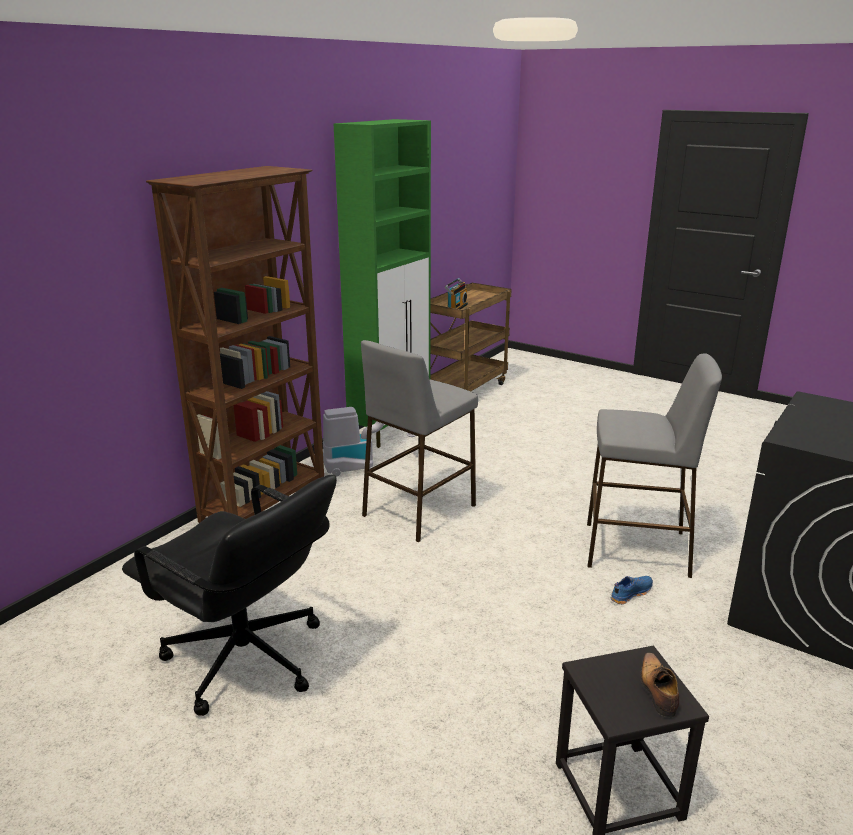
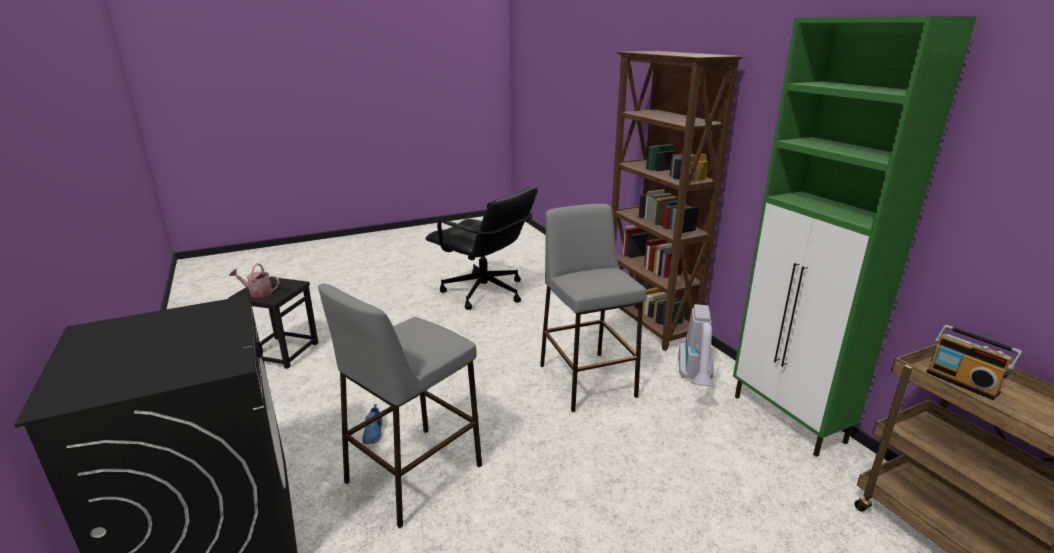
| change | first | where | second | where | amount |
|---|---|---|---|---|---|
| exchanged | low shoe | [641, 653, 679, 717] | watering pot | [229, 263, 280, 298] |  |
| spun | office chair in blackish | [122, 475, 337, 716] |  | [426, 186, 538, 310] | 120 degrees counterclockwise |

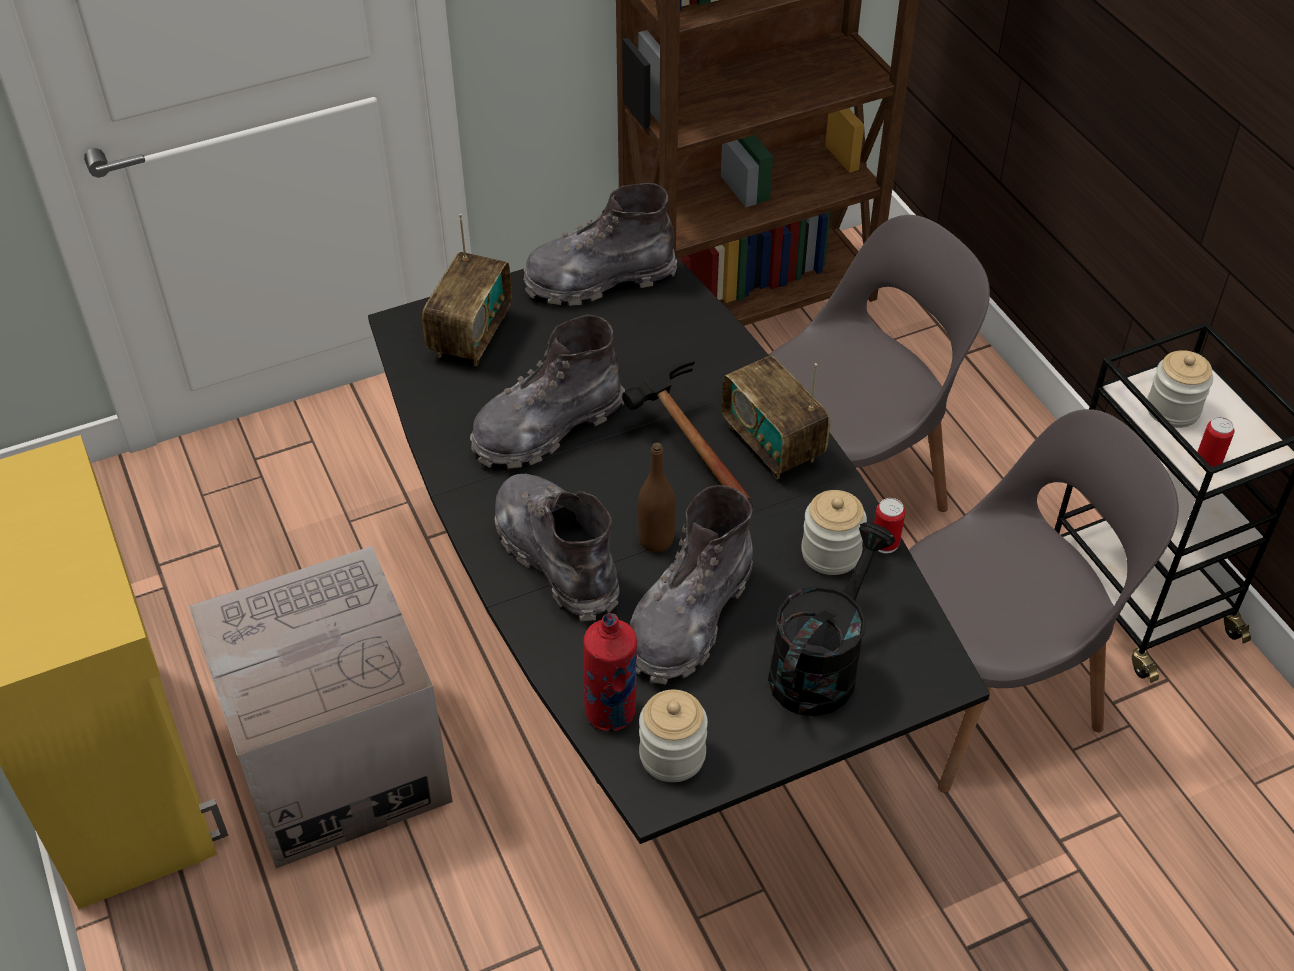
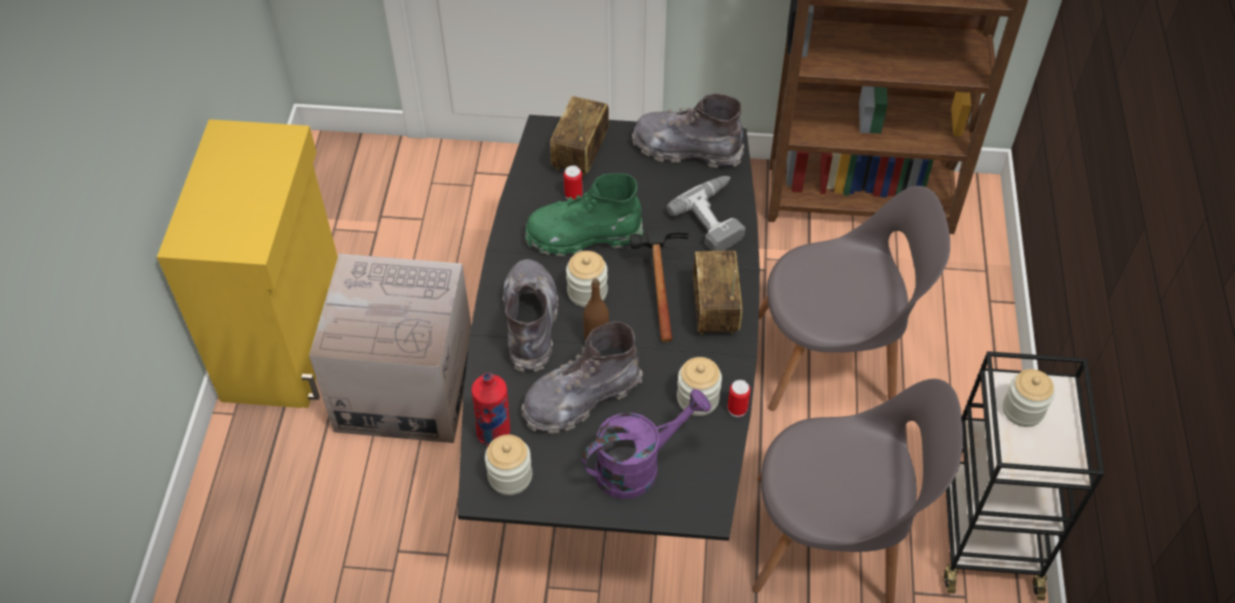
| change | first | where | second | where | amount |
|---|---|---|---|---|---|
| colour | boot in gray | [470, 315, 625, 469] | boot in greenish | [525, 173, 644, 257] |  |
| spun | radio set | [422, 214, 512, 366] |  | [550, 96, 609, 177] | 150 degrees clockwise |
| relocated | can | [1197, 417, 1235, 467] |  | [564, 165, 583, 199] |  |
| appeared |  |  | storage jar | [566, 251, 608, 307] |  |
| colour | watering pot in blackish | [768, 522, 895, 716] | watering pot in purple-coloured | [581, 389, 711, 499] |  |
| appeared |  |  | drill | [667, 176, 745, 251] |  |

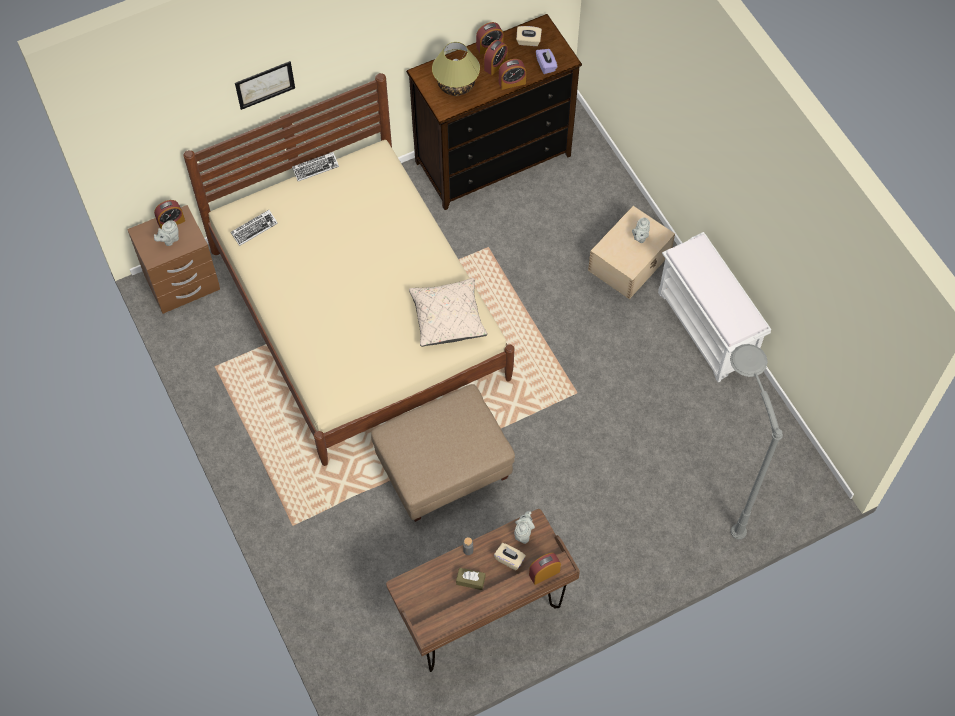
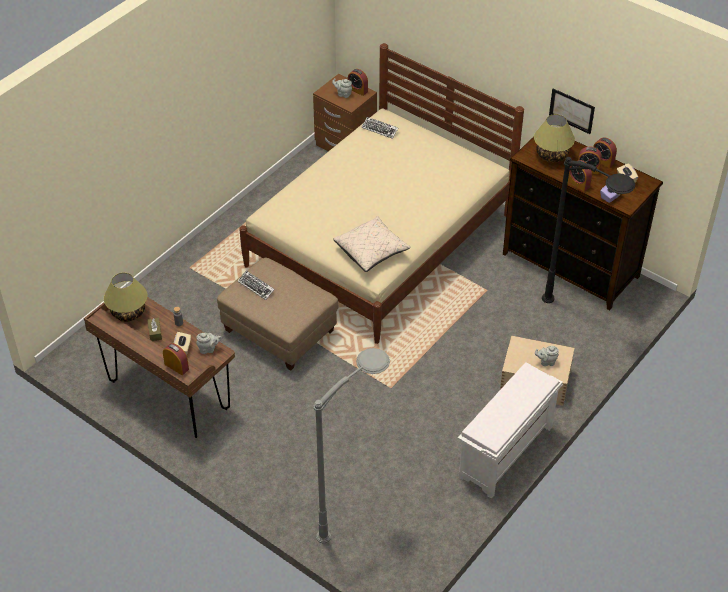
| change | first | where | second | where | amount |
|---|---|---|---|---|---|
| appeared |  |  | lamp for a table | [104, 273, 147, 322] |  |
| relocated | keyboard | [292, 152, 339, 181] |  | [238, 271, 275, 300] |  |
| appeared |  |  | standard lamp in blackish | [542, 157, 635, 303] |  |
| relocated | picture | [235, 61, 295, 110] |  | [549, 88, 595, 134] |  |

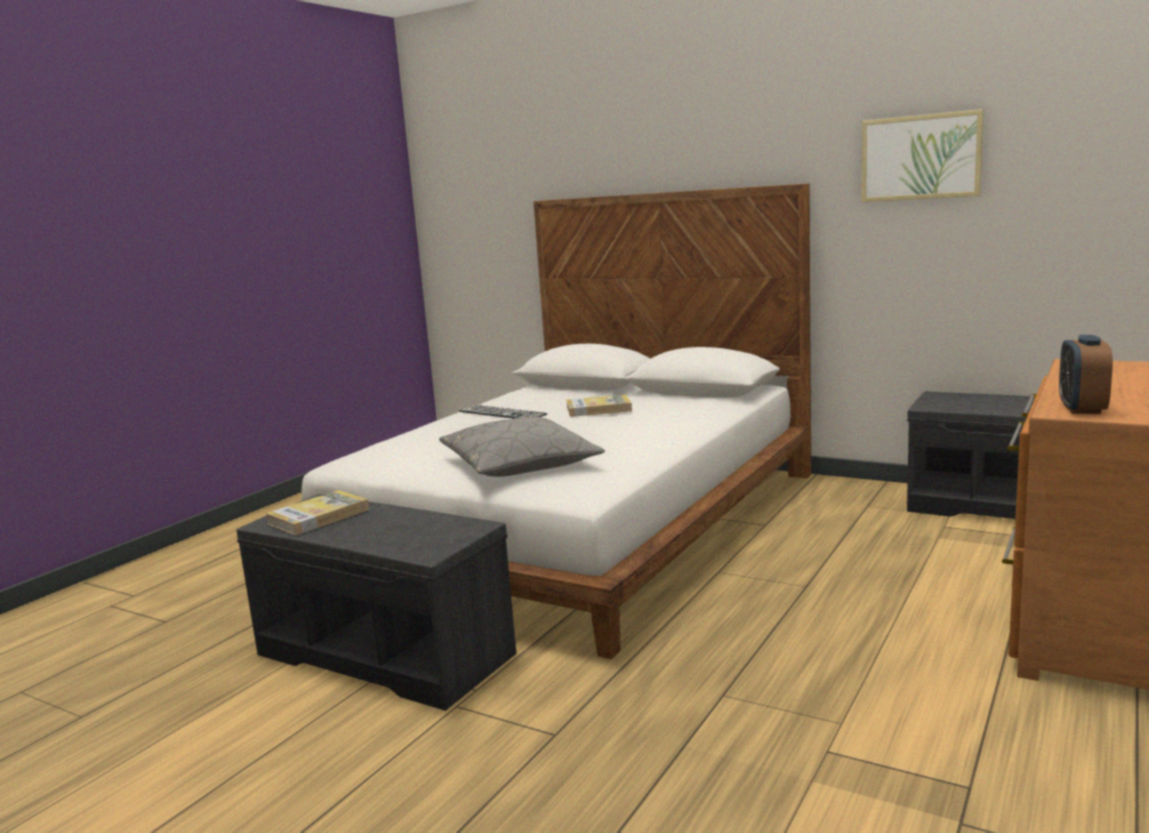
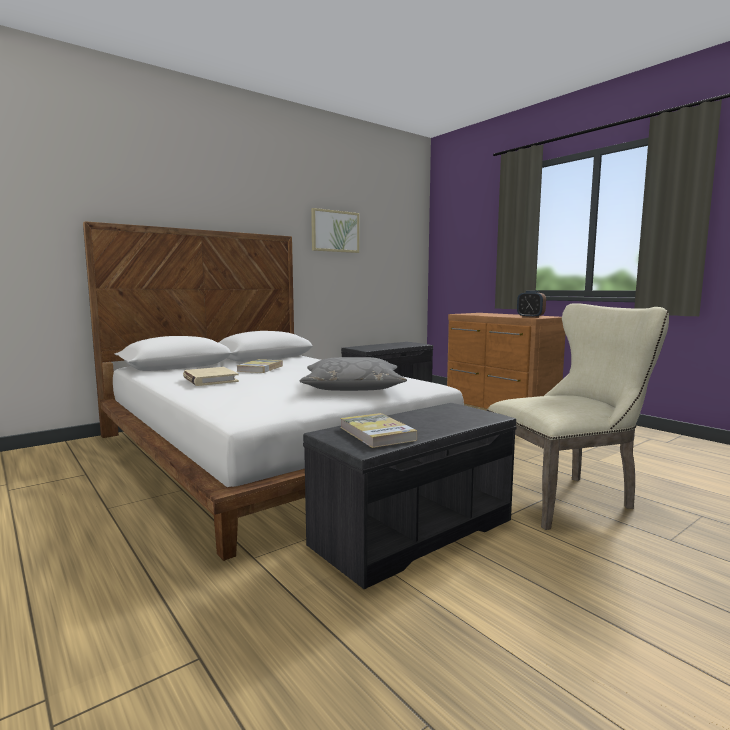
| change | first | where | second | where | amount |
|---|---|---|---|---|---|
| exchanged | keyboard | [459, 405, 548, 418] | book in sand-coloured | [183, 367, 239, 386] |  |
| appeared |  |  | upright chair in sand-coloured | [487, 303, 669, 530] |  |

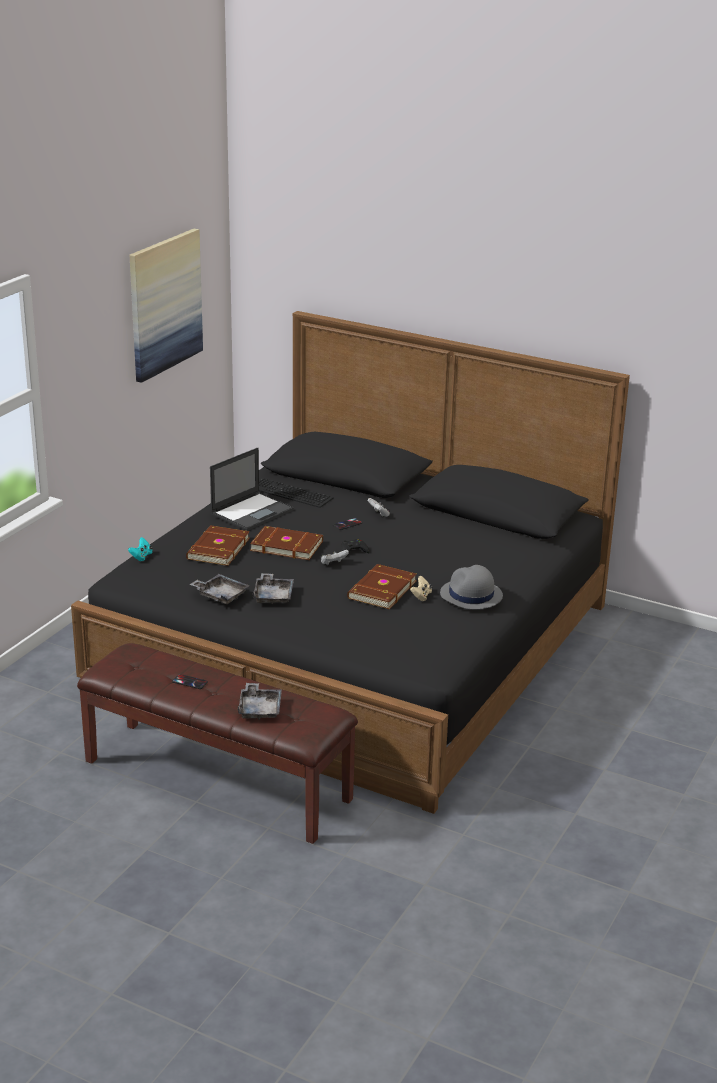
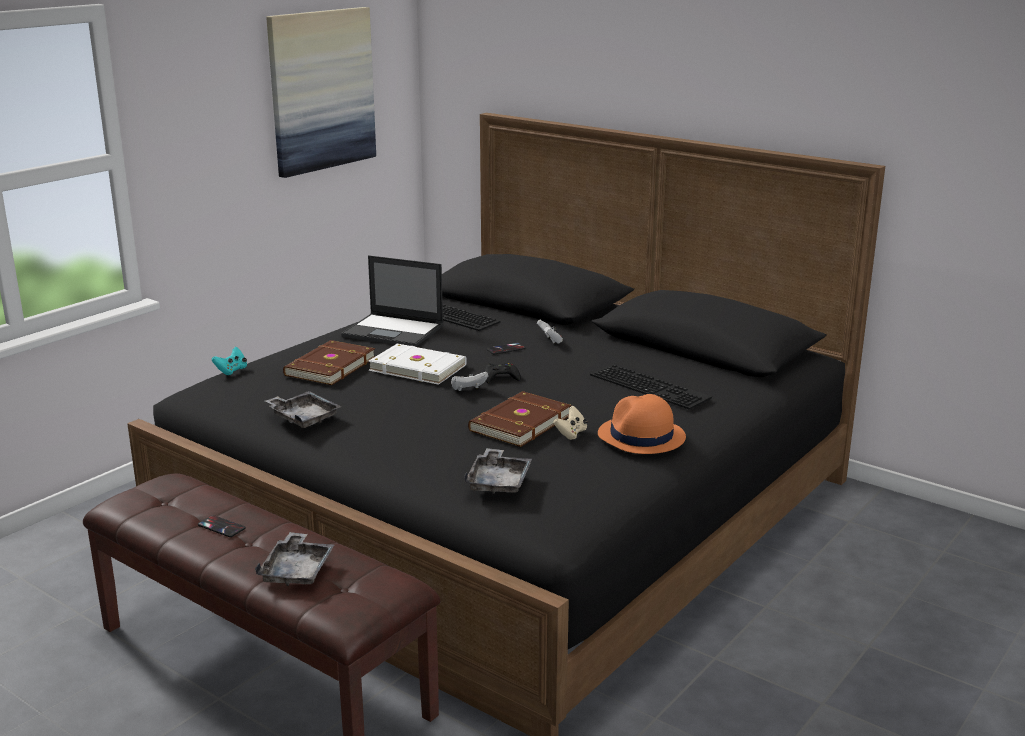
| change | first | where | second | where | amount |
|---|---|---|---|---|---|
| spun | laptop | [210, 448, 294, 531] |  | [341, 255, 444, 347] | 60 degrees clockwise |
| colour | book in brown-coloured | [250, 526, 323, 560] | book in white | [368, 343, 467, 385] |  |
| relocated | serving tray in gray | [253, 573, 294, 604] |  | [464, 448, 532, 494] |  |
| appeared |  |  | keyboard | [590, 364, 712, 410] |  |
| colour | hat in gray | [440, 565, 503, 609] | hat in orange-coloured | [598, 394, 686, 454] |  |

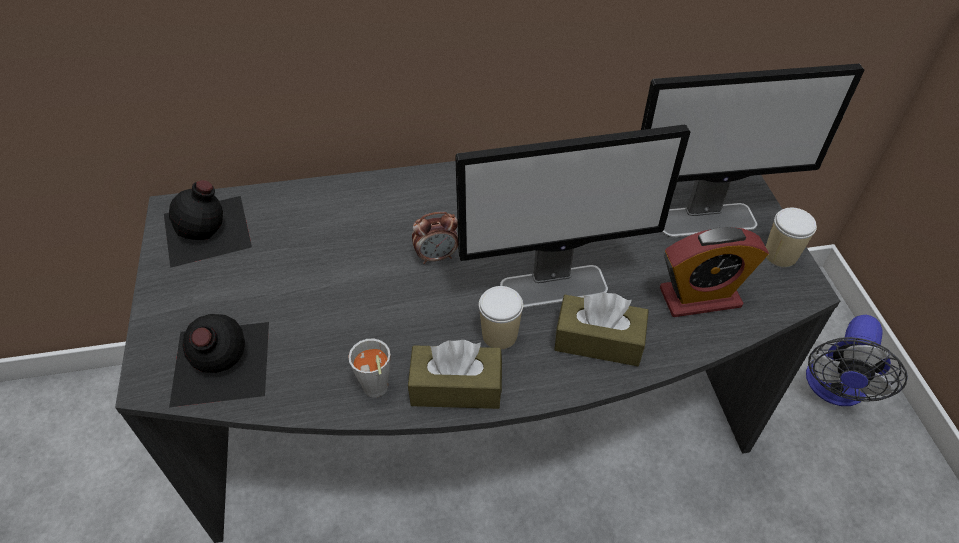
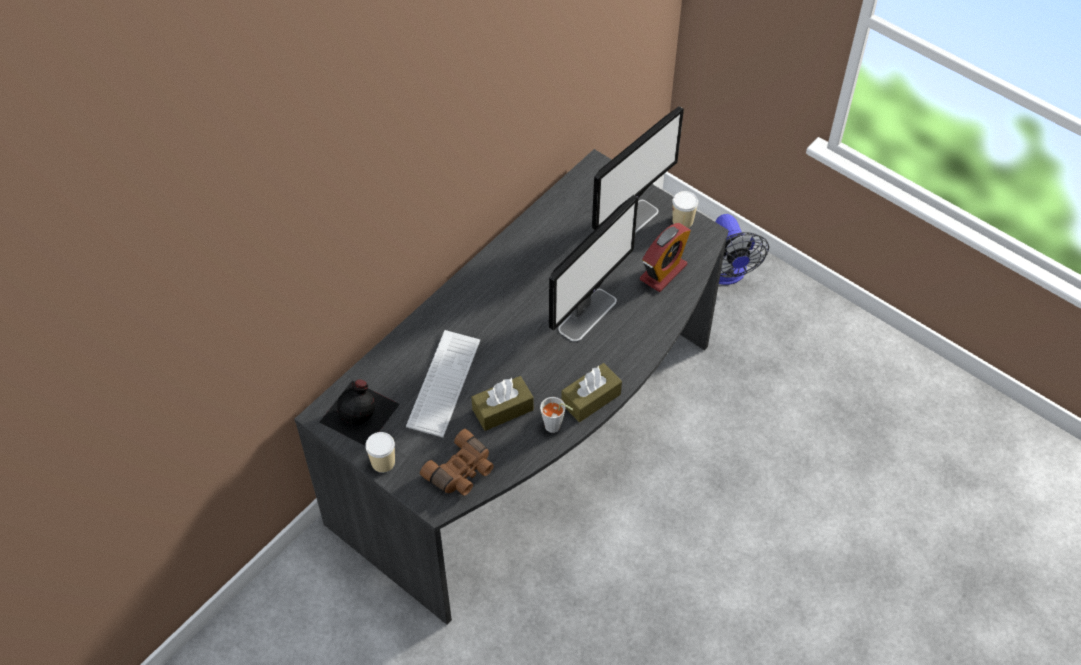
| change | first | where | second | where | amount |
|---|---|---|---|---|---|
| relocated | drinking cup | [479, 286, 523, 350] |  | [365, 432, 395, 473] |  |
| appeared |  |  | keyboard | [406, 330, 480, 437] |  |
| exchanged | bottle in blackish | [169, 314, 269, 407] | field glasses in brown-coloured | [420, 429, 494, 496] |  |
| relocated | tissue holder in brown-coloured | [554, 292, 649, 366] |  | [471, 376, 534, 431] |  |
| missing | alarm clock | [412, 212, 458, 264] |  |  |  |

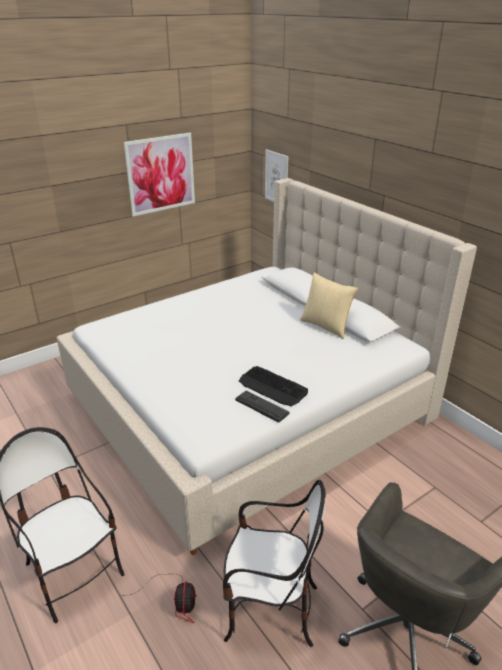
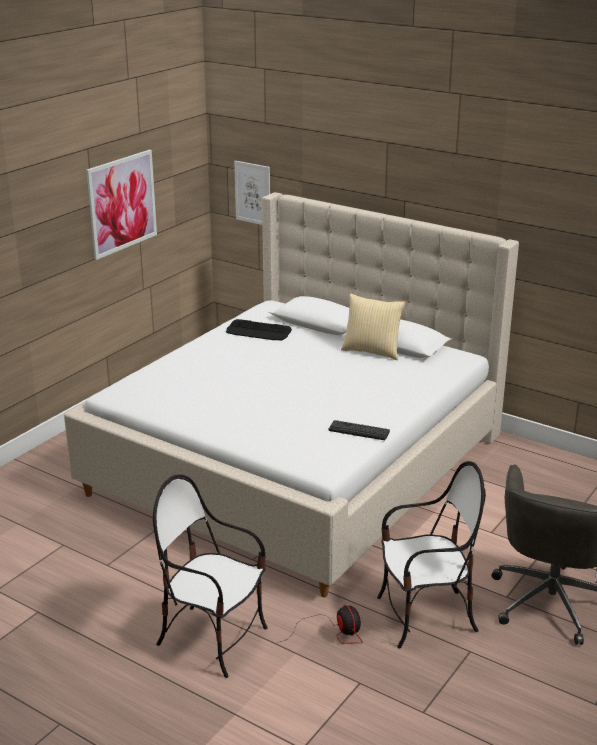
| change | first | where | second | where | amount |
|---|---|---|---|---|---|
| relocated | keyboard | [239, 366, 308, 406] |  | [226, 319, 292, 340] |  |

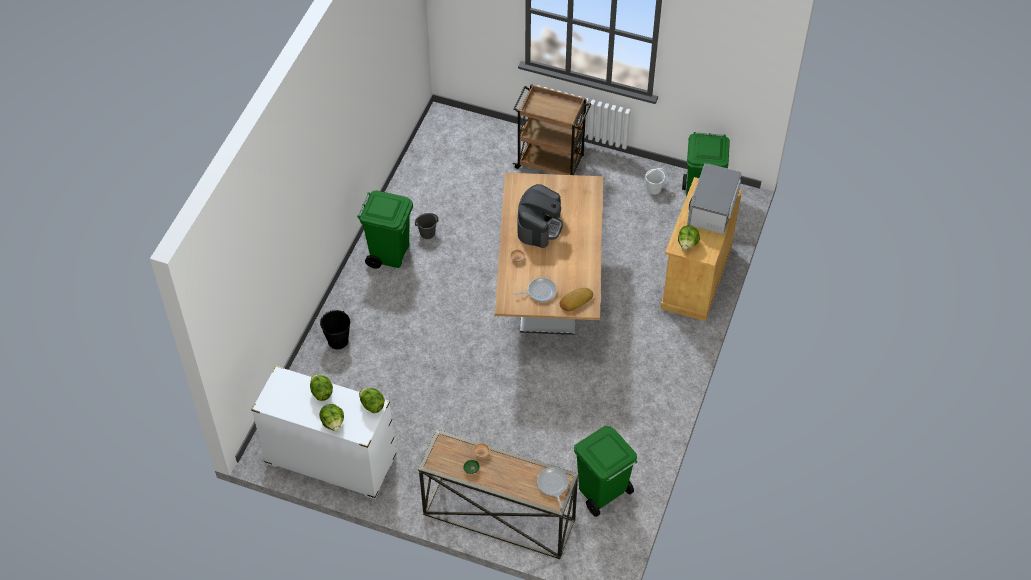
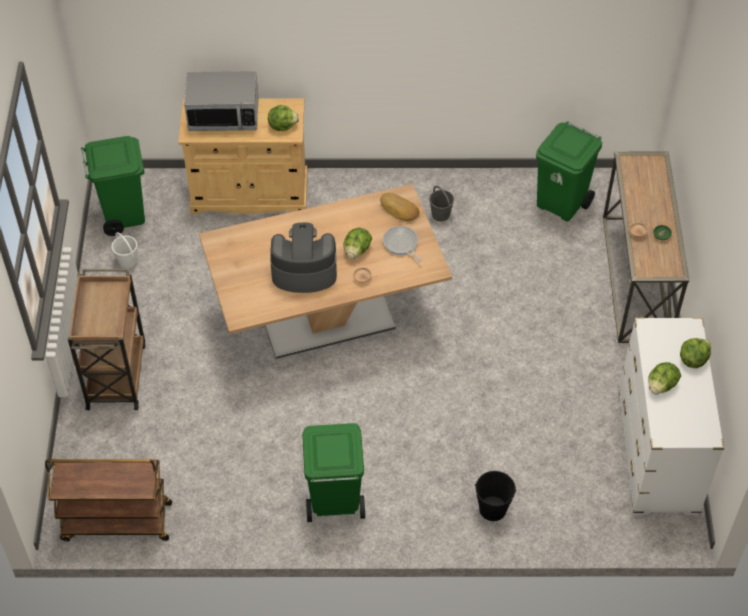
| change | first | where | second | where | amount |
|---|---|---|---|---|---|
| appeared |  |  | trolley in brown-coloured | [45, 459, 172, 541] |  |
| relocated | lettuce head | [359, 388, 384, 413] |  | [344, 228, 372, 259] |  |
| relocated | pail in gray | [415, 213, 439, 239] |  | [429, 186, 454, 222] |  |
| missing | pan | [537, 467, 568, 508] |  |  |  |

